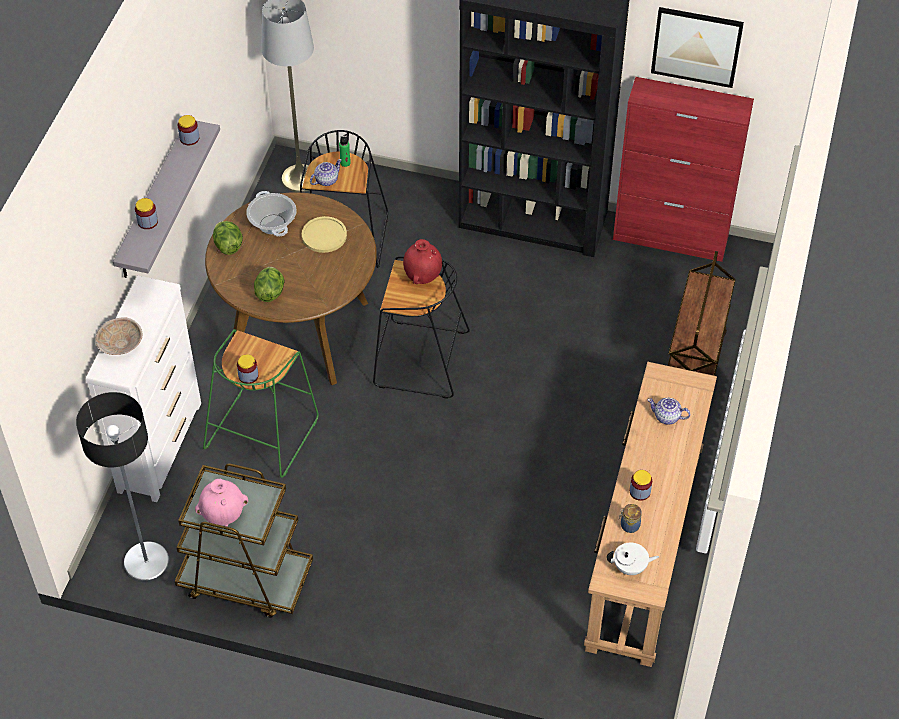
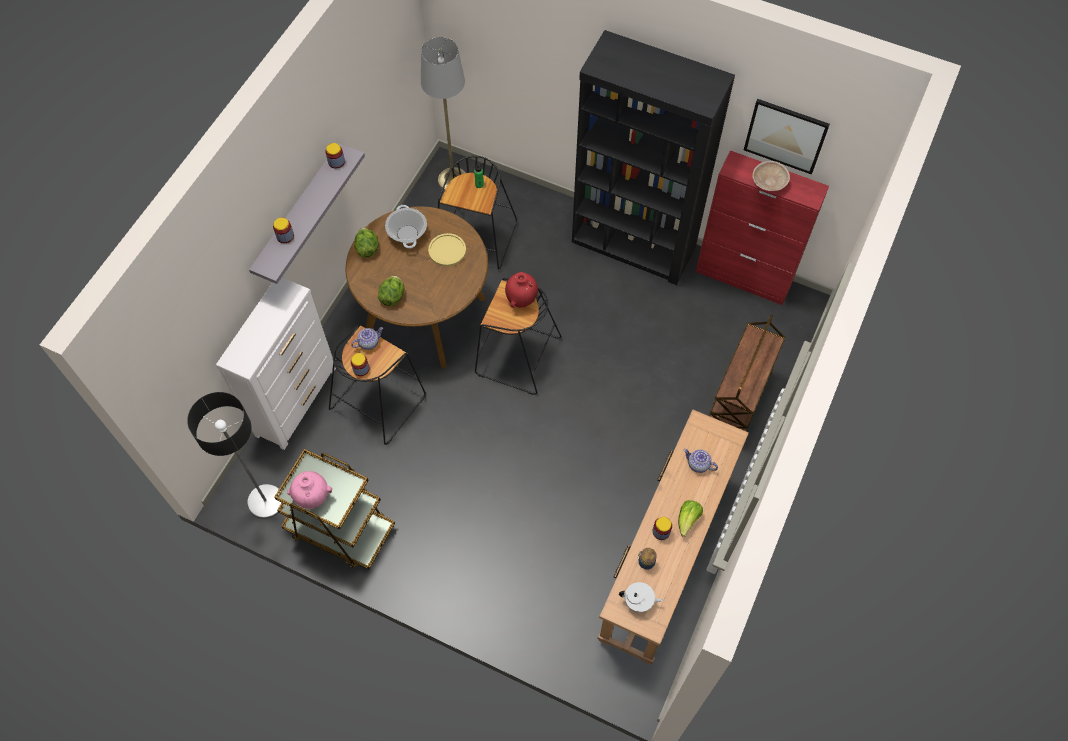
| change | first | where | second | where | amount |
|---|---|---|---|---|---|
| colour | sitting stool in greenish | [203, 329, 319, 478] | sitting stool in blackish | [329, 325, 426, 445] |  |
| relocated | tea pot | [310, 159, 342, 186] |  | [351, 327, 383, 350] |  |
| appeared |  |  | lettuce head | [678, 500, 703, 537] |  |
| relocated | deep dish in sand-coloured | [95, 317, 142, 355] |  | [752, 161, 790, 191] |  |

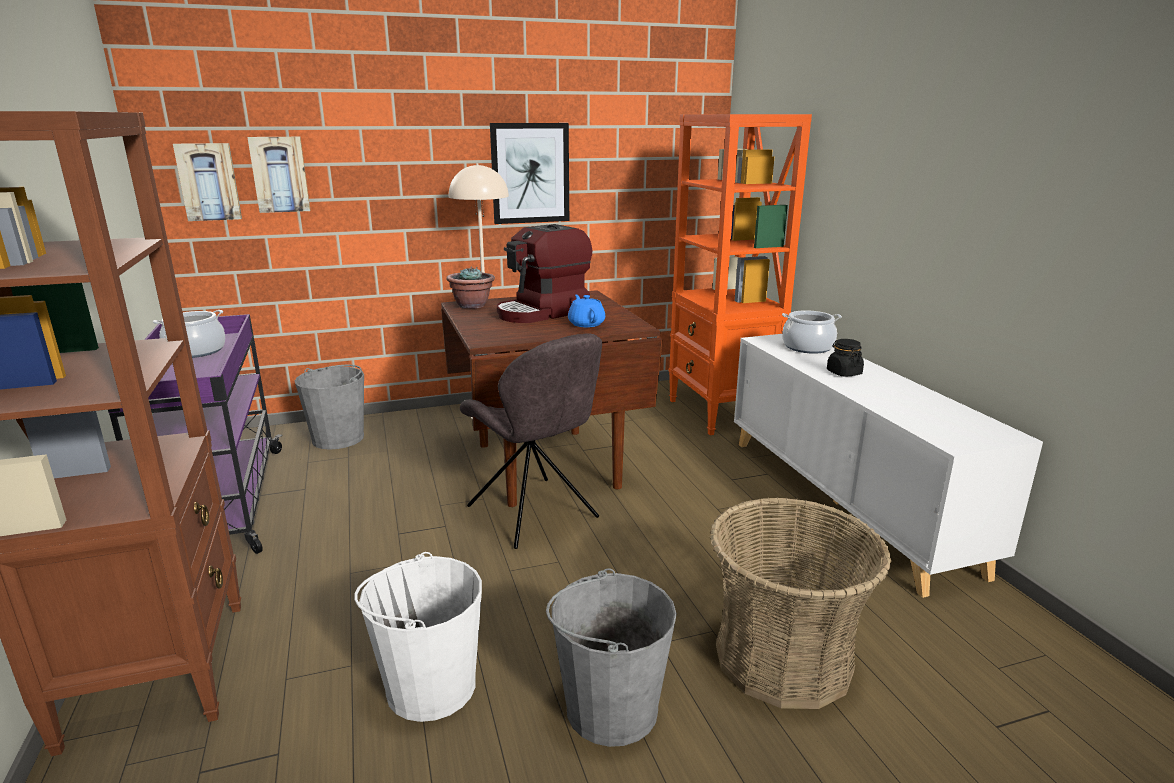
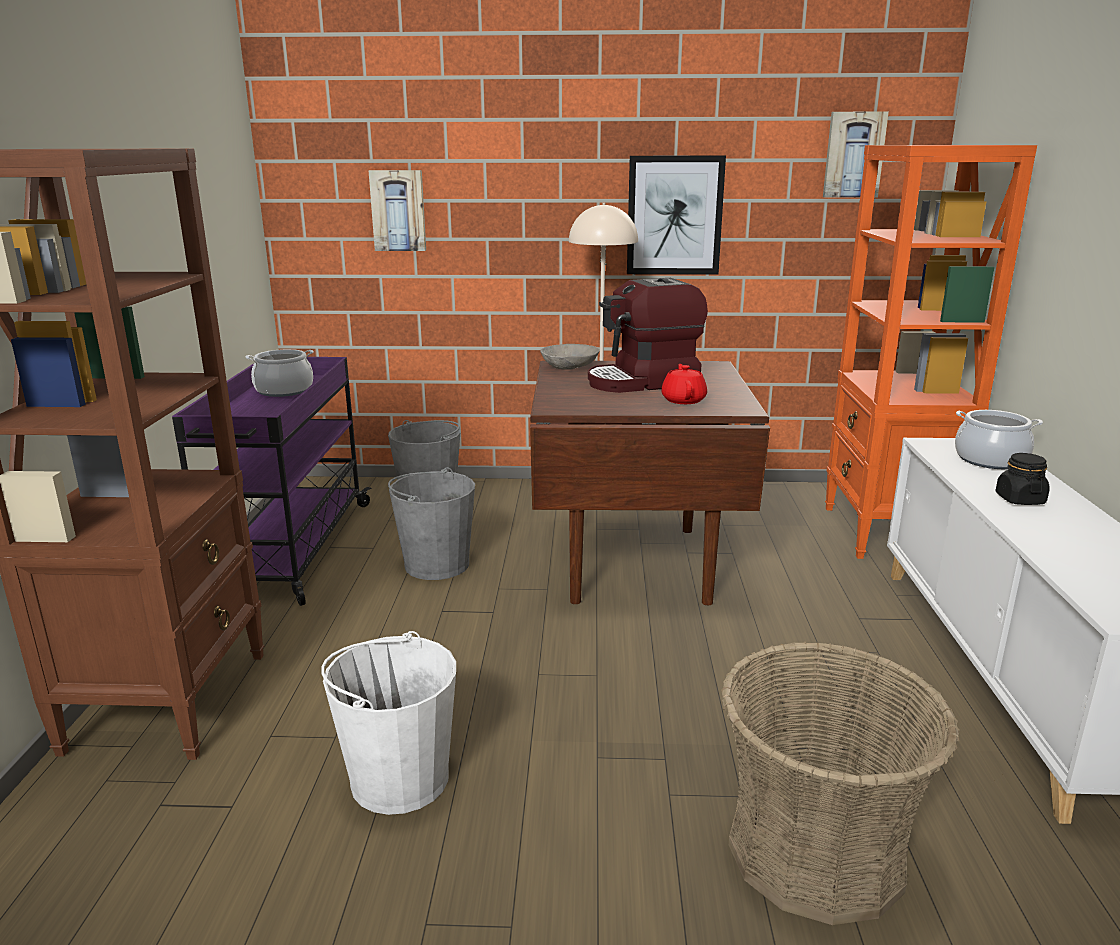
| change | first | where | second | where | amount |
|---|---|---|---|---|---|
| relocated | pail in gray | [546, 568, 677, 747] |  | [388, 467, 475, 580] |  |
| exchanged | houseplant | [446, 266, 495, 308] | deep dish in gray | [540, 344, 600, 370] |  |
| colour | tea pot in bluish | [568, 295, 605, 327] | tea pot in reddish | [661, 364, 707, 404] |  |
| relocated | picture | [173, 143, 242, 221] |  | [823, 111, 889, 197] |  |
| missing | upright chair in gray | [460, 333, 602, 549] |  |  |  |

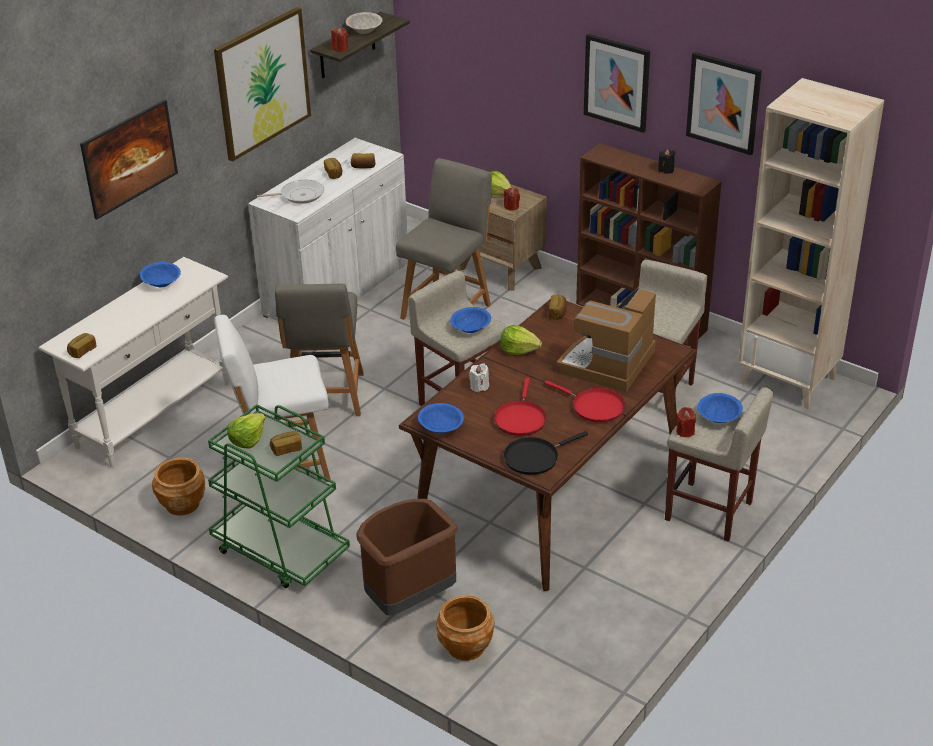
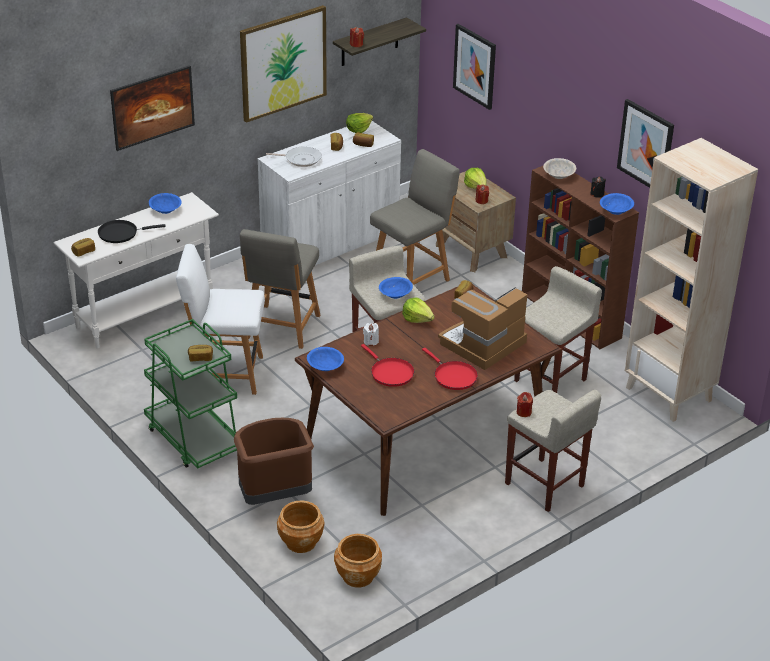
| change | first | where | second | where | amount |
|---|---|---|---|---|---|
| relocated | pan in blackish | [504, 431, 588, 475] |  | [98, 220, 166, 243] |  |
| relocated | planter in brown-coloured | [152, 458, 205, 516] |  | [334, 534, 382, 588] |  |
| relocated | lettuce head | [227, 413, 266, 448] |  | [346, 113, 373, 133] |  |
| spun | pan in reddish | [494, 378, 547, 436] |  | [361, 344, 414, 387] | 60 degrees counterclockwise |
| relocated | picture | [584, 34, 650, 133] |  | [453, 24, 496, 110] |  |
| relocated | deep dish in sand-coloured | [346, 12, 382, 34] |  | [543, 158, 576, 179] |  |
| relocated | deep dish in bluish | [698, 393, 743, 423] |  | [600, 193, 634, 215] |  |

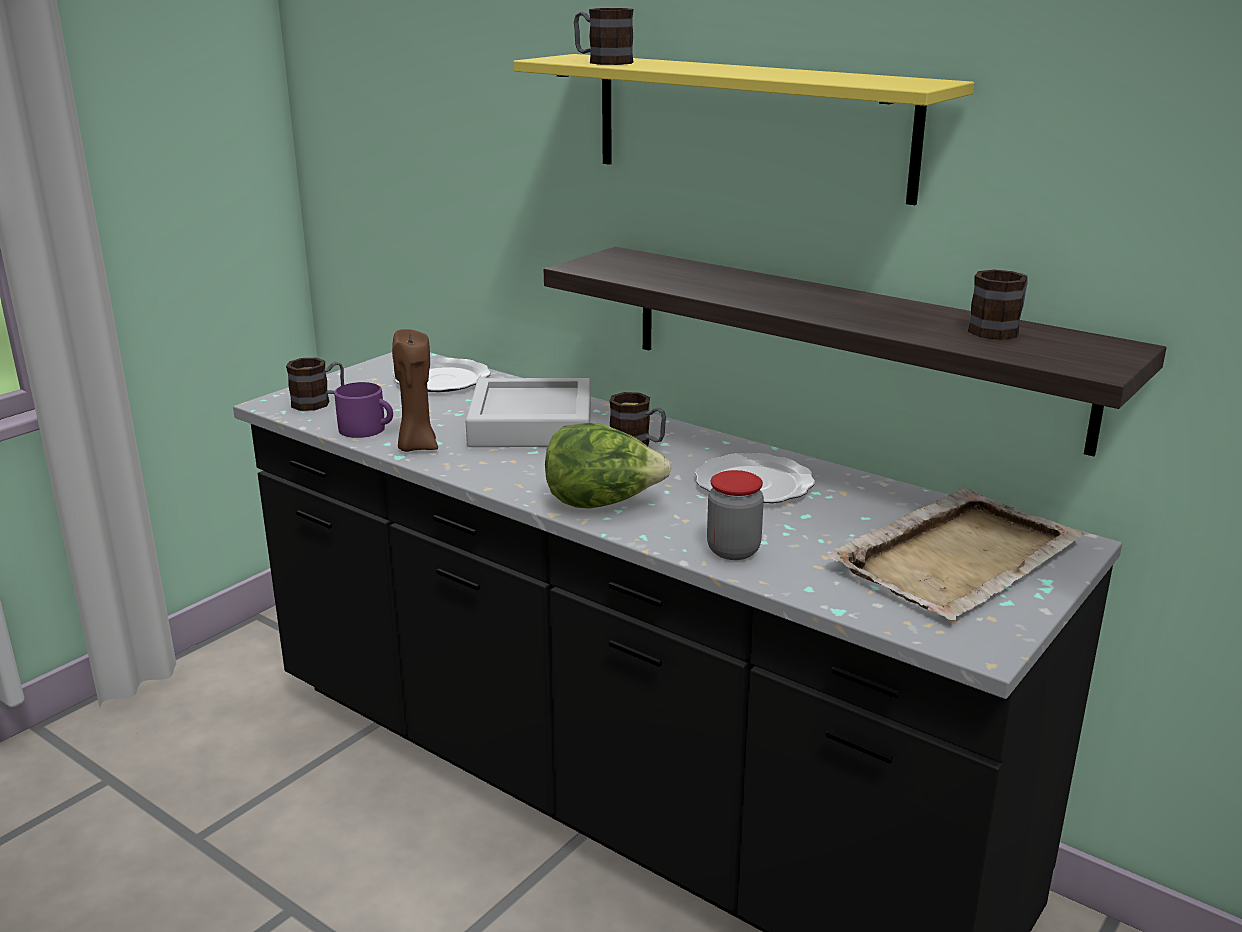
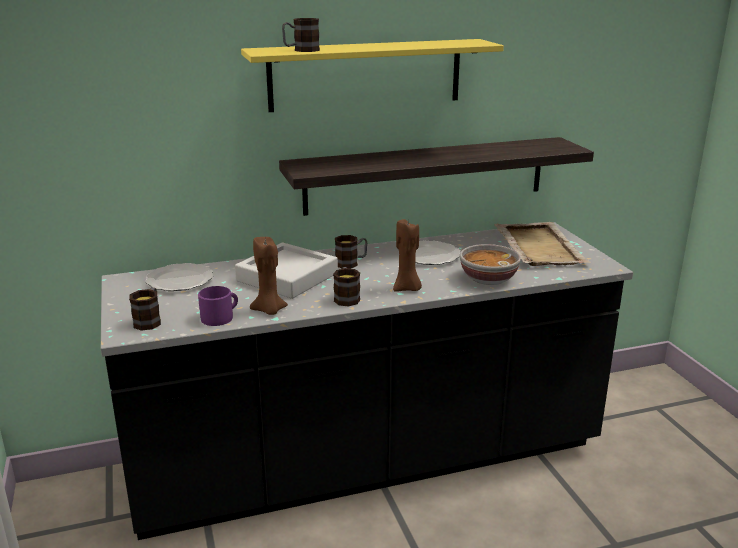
| change | first | where | second | where | amount |
|---|---|---|---|---|---|
| relocated | mug | [968, 269, 1028, 340] |  | [333, 267, 360, 307] |  |
| exchanged | lettuce head | [545, 423, 671, 509] | wax candle in brown-coloured | [393, 219, 422, 292] |  |
| exchanged | storage jar | [707, 470, 764, 560] | deep dish | [460, 244, 521, 285] |  |

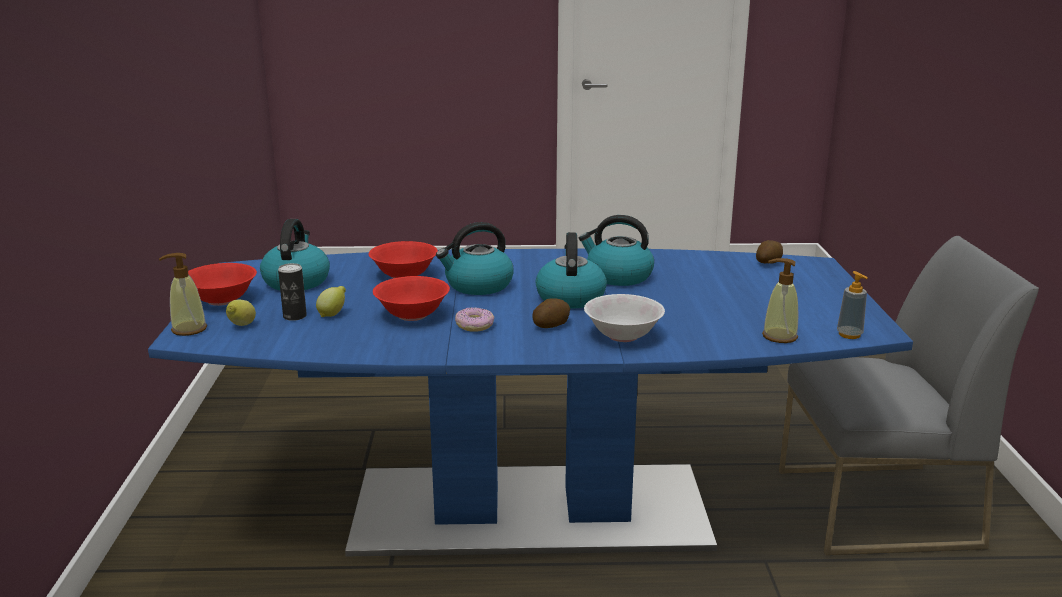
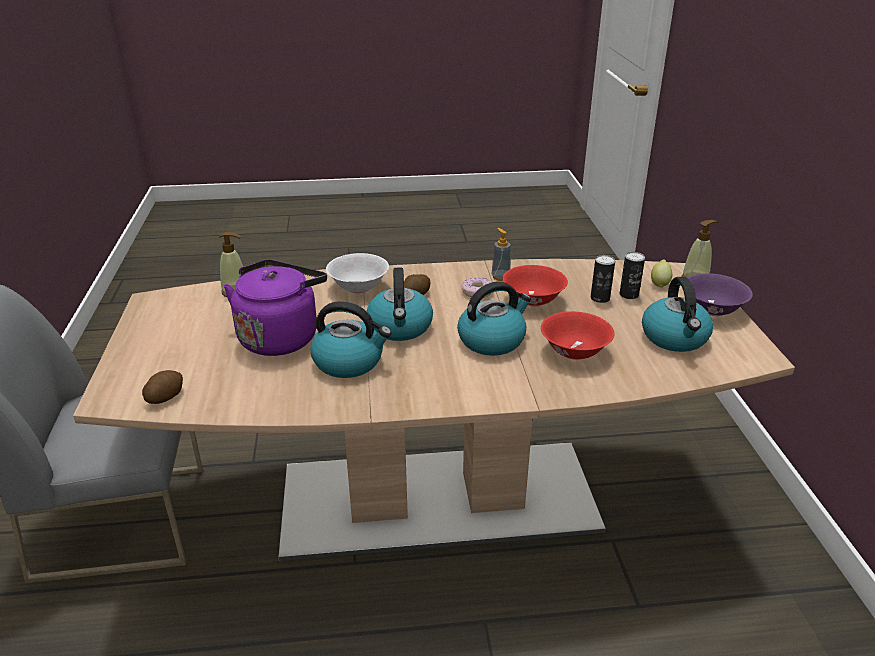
| change | first | where | second | where | amount |
|---|---|---|---|---|---|
| colour | dining table in bluish | [148, 248, 913, 556] | dining table in brown-coloured | [73, 259, 795, 561] |  |
| appeared |  |  | water kettle in purple-coloured | [224, 259, 327, 356] |  |
| relocated | soap dispenser | [837, 271, 868, 339] |  | [491, 228, 511, 281] |  |
| exchanged | citrus fruit | [316, 286, 346, 317] | can | [591, 255, 615, 303] |  |
| colour | deep dish in reddish | [188, 263, 257, 306] | deep dish in purple-coloured | [688, 273, 753, 316] |  |

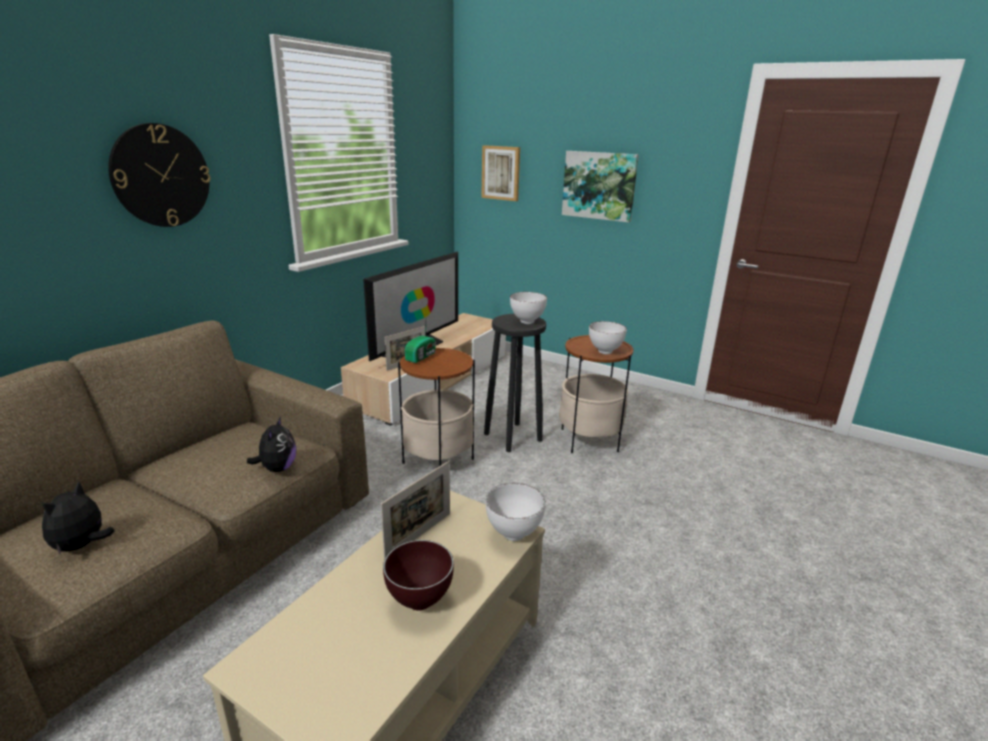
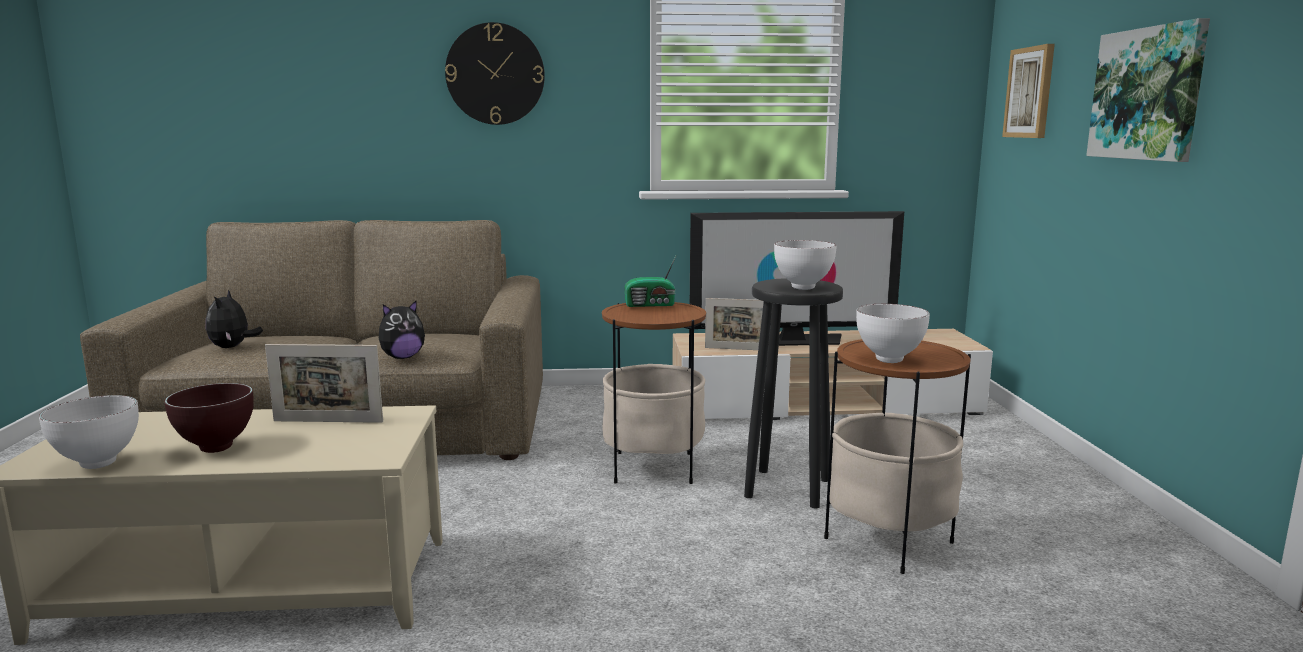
| change | first | where | second | where | amount |
|---|---|---|---|---|---|
| relocated | deep dish in white | [486, 483, 546, 541] |  | [39, 395, 139, 469] |  |
| spun | soft toy | [42, 481, 114, 555] |  | [206, 290, 263, 348] | 75 degrees counterclockwise |

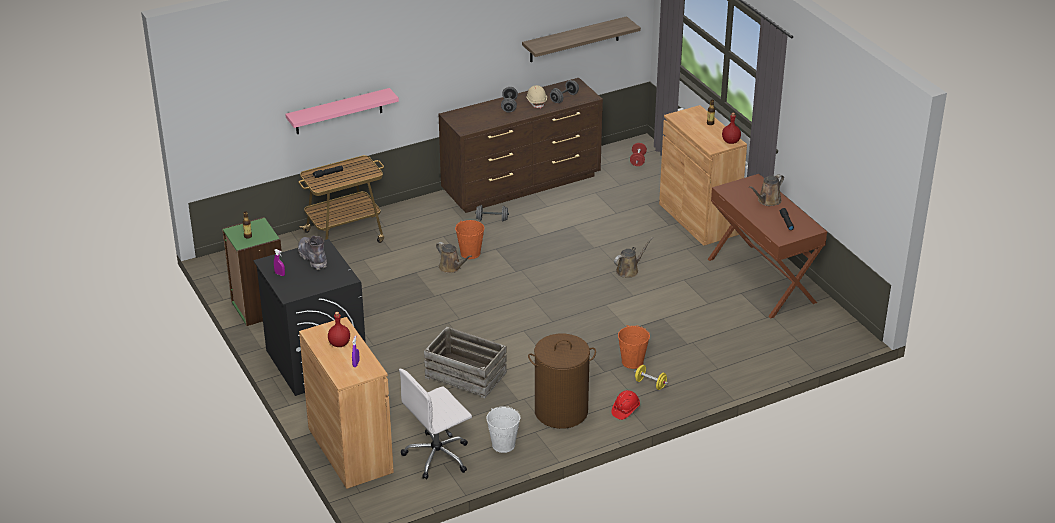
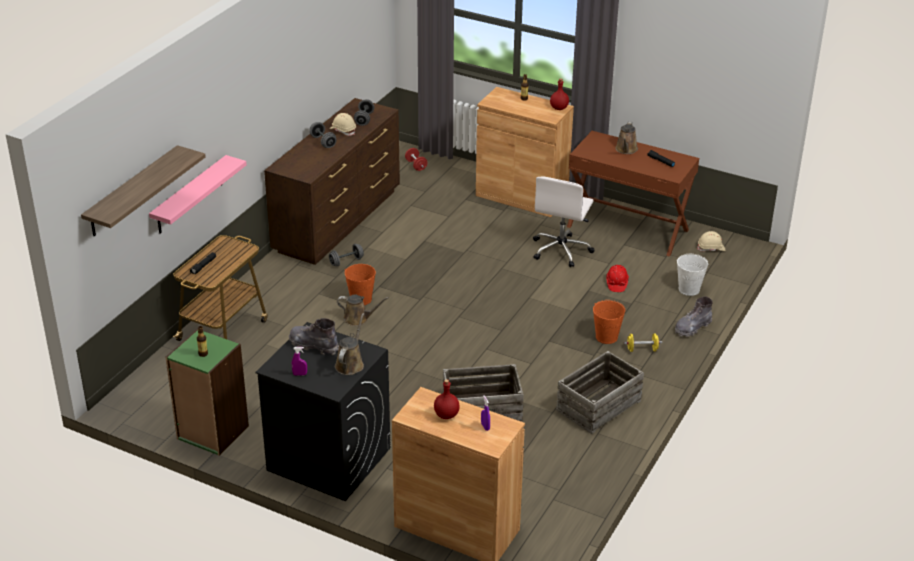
| change | first | where | second | where | amount |
|---|---|---|---|---|---|
| relocated | wall shelf | [522, 16, 641, 62] |  | [81, 145, 206, 236] |  |
| relocated | watering pot in brown-coloured | [614, 237, 653, 278] |  | [335, 313, 364, 375] |  |
| relocated | office chair in white | [399, 369, 472, 479] |  | [533, 176, 595, 267] |  |
| exchanged | laundry basket in brown-coloured | [528, 333, 596, 429] | packing crate | [556, 351, 644, 434] |  |
| relocated | hard hat in reddish | [611, 390, 640, 420] |  | [606, 265, 629, 292] |  |
| appeared |  |  | boot in gray | [675, 296, 713, 337] |  |
| relocated | pail in white | [486, 406, 521, 453] |  | [677, 254, 709, 296] |  |
| appeared |  |  | hard hat in sand-coloured | [697, 231, 725, 252] |  |

